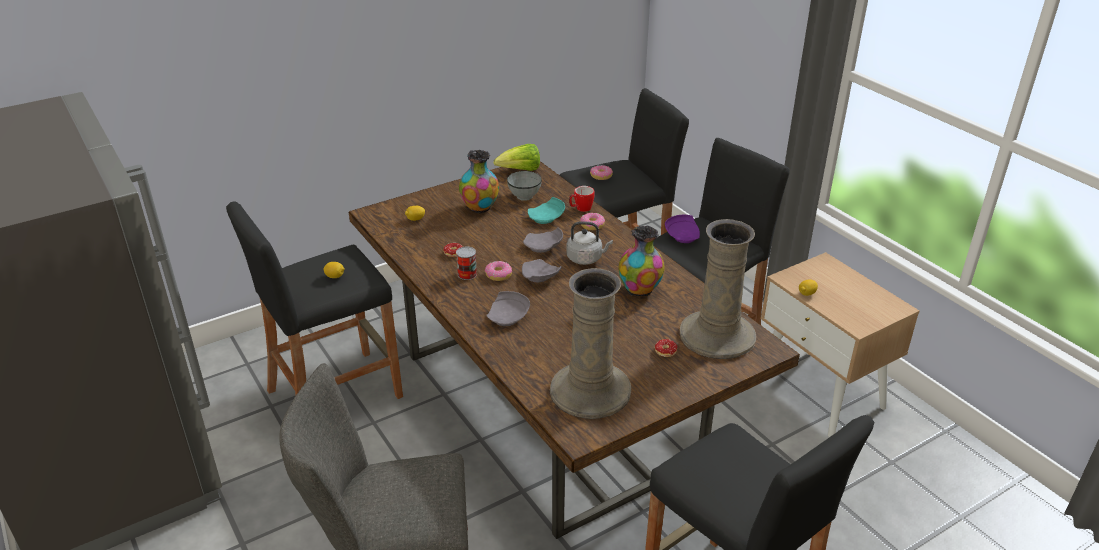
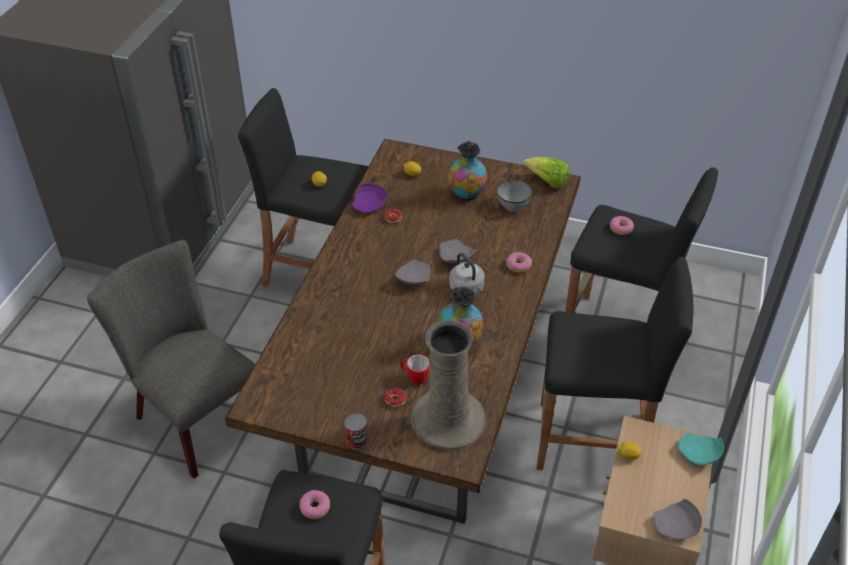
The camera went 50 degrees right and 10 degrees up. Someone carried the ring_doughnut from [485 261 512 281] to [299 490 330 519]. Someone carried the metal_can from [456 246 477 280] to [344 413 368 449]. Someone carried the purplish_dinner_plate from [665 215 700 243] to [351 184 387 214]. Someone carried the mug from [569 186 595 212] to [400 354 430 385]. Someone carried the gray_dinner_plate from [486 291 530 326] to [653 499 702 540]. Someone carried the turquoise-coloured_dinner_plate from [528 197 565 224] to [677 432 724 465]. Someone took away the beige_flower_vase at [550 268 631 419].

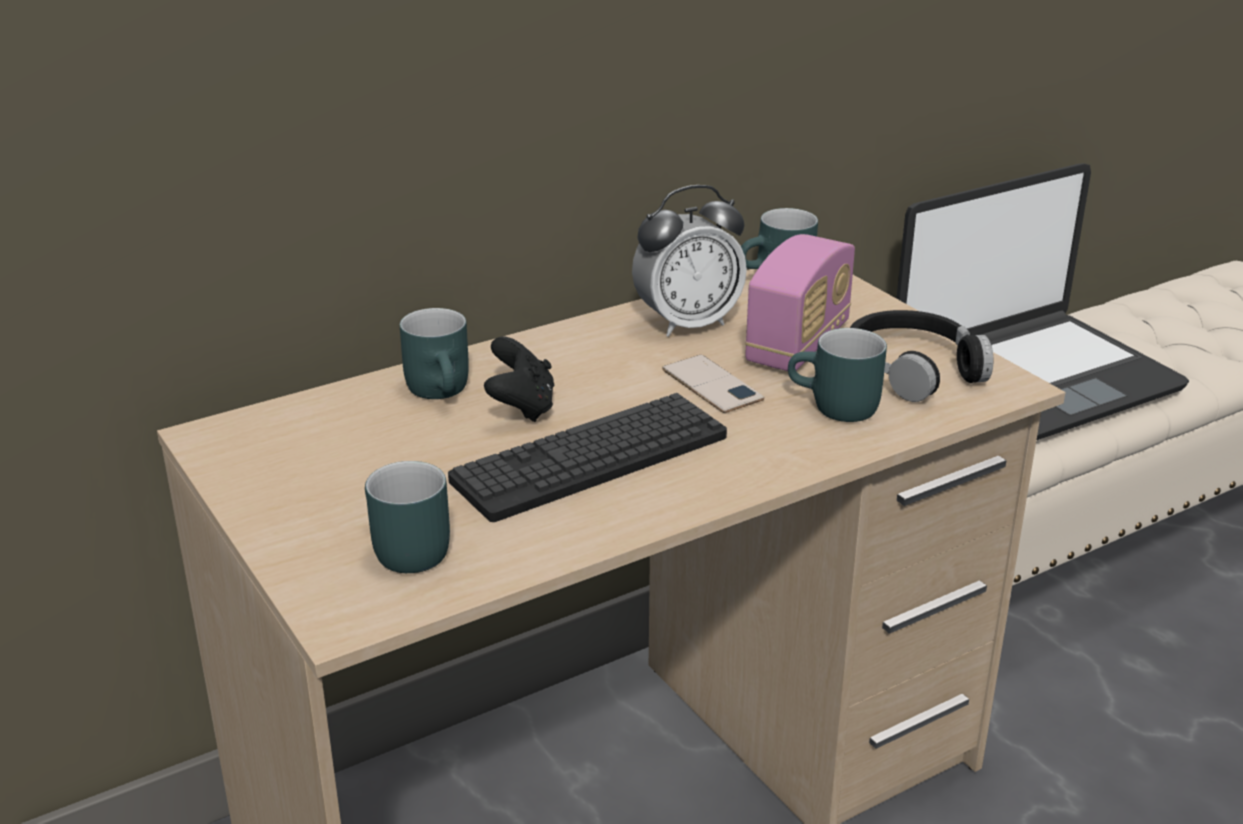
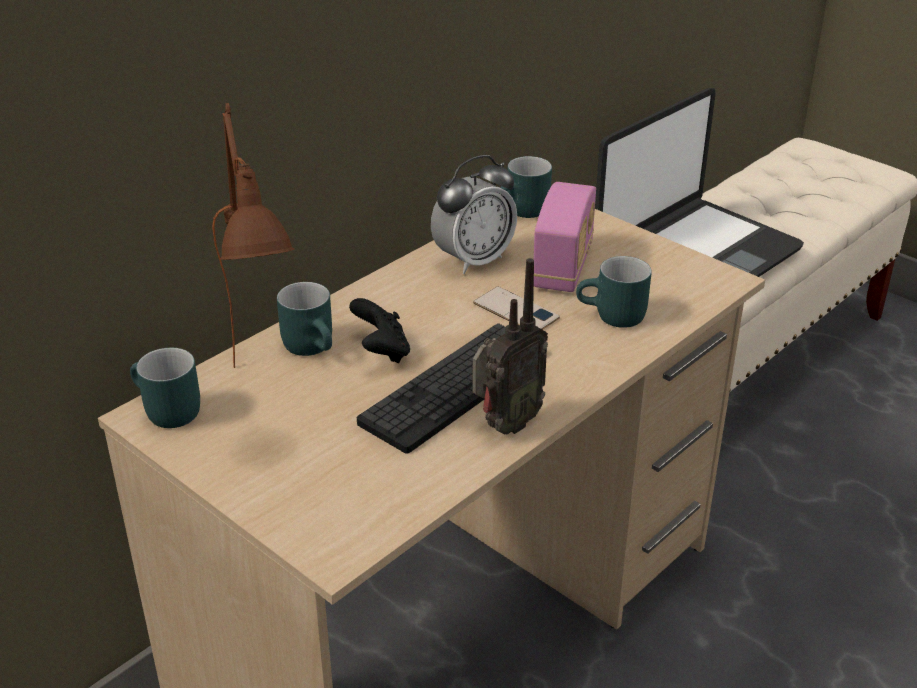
The camera went 15 degrees left and 5 degrees up. Someone carried the turquoise-coloured_mug from [365 461 450 573] to [130 347 200 428]. Someone put down the brown-coloured_tabletop_lamp at [212 103 295 368]. Someone put down the radio_set at [472 258 548 434]. Someone took away the black-coloured_pair_of_headphones at [850 310 993 402].

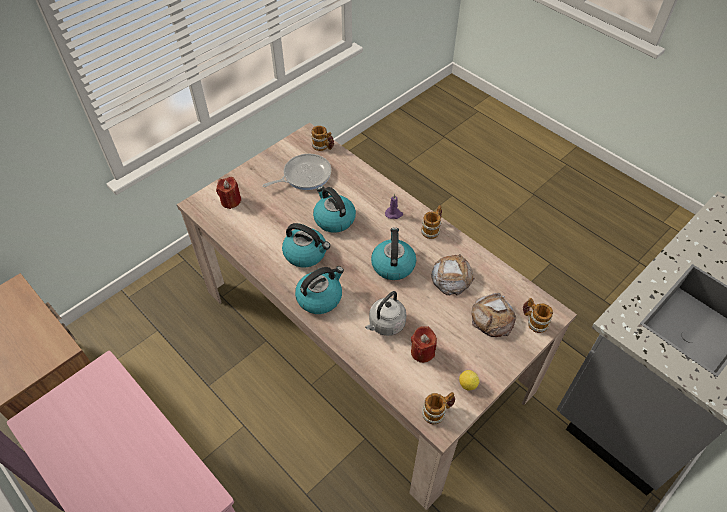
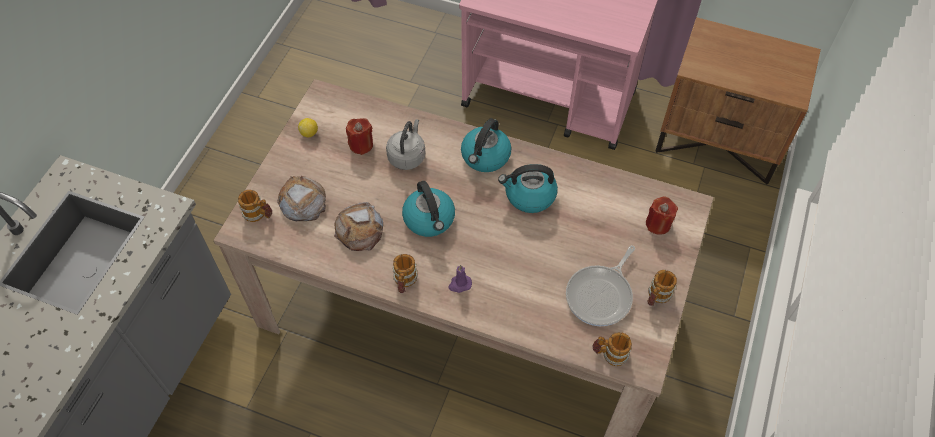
The camera went 155 degrees right and 5 degrees up. Someone carried the mug from [422 392 455 425] to [647 270 677 306]. Someone took away the kettle at [313 186 356 233].

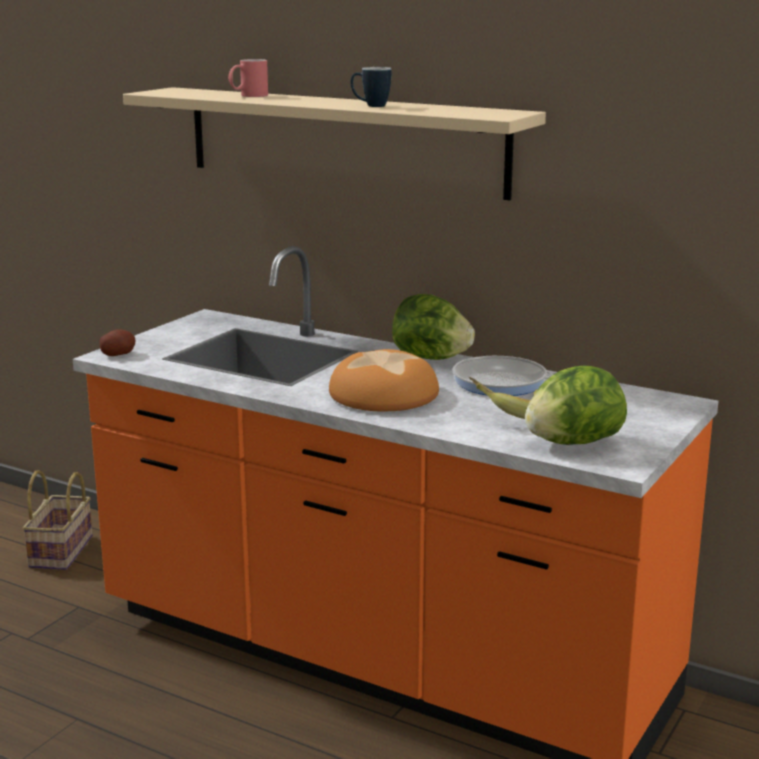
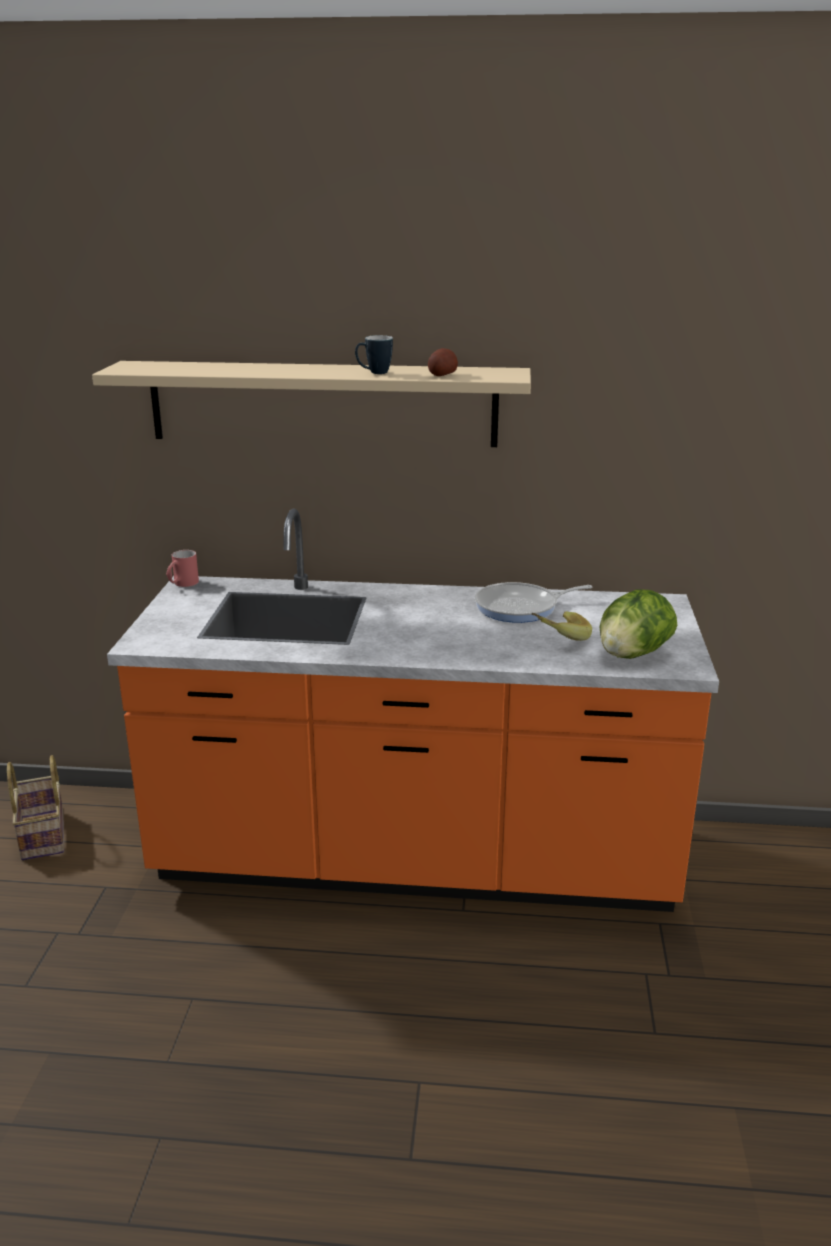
The camera went 25 degrees left and 5 degrees up. Someone carried the red-coloured_mug from [228 59 268 97] to [166 550 199 587]. Someone carried the potato from [100 329 136 356] to [428 348 458 376]. Someone took away the bakery_bread at [329 349 439 412]. Someone took away the lettuce at [392 294 475 360].

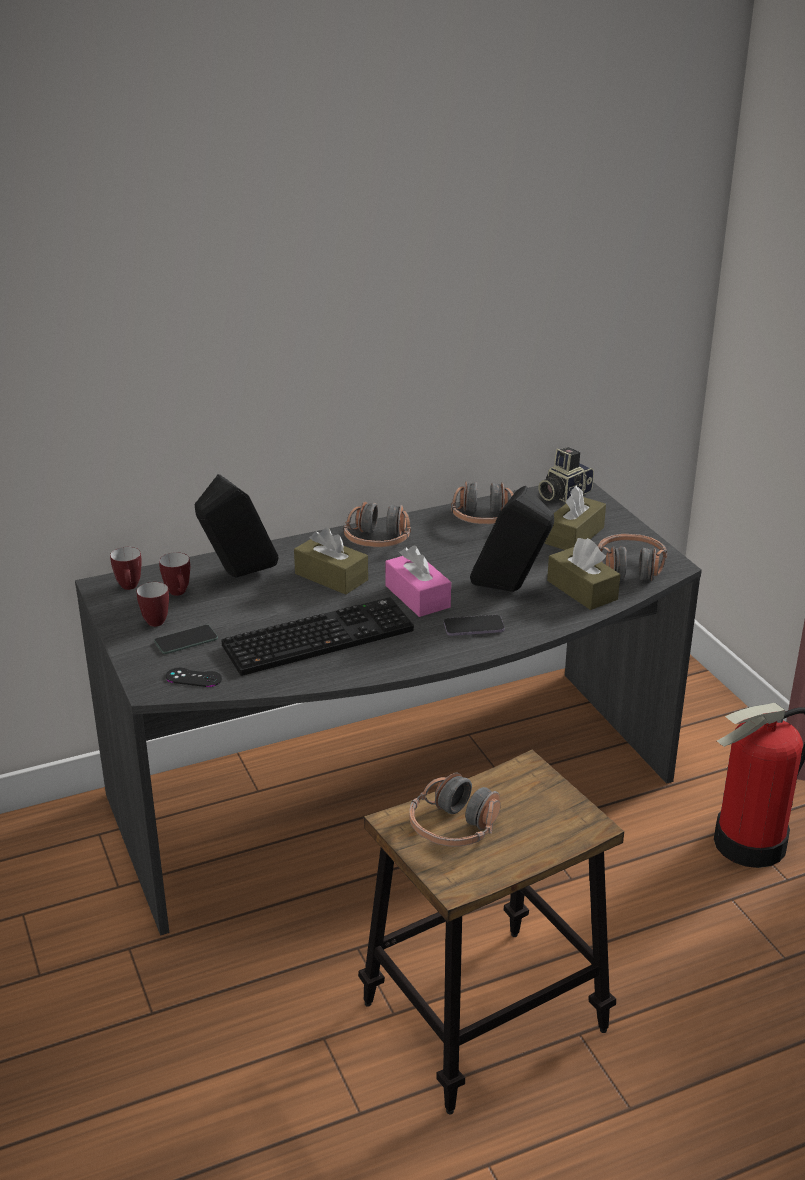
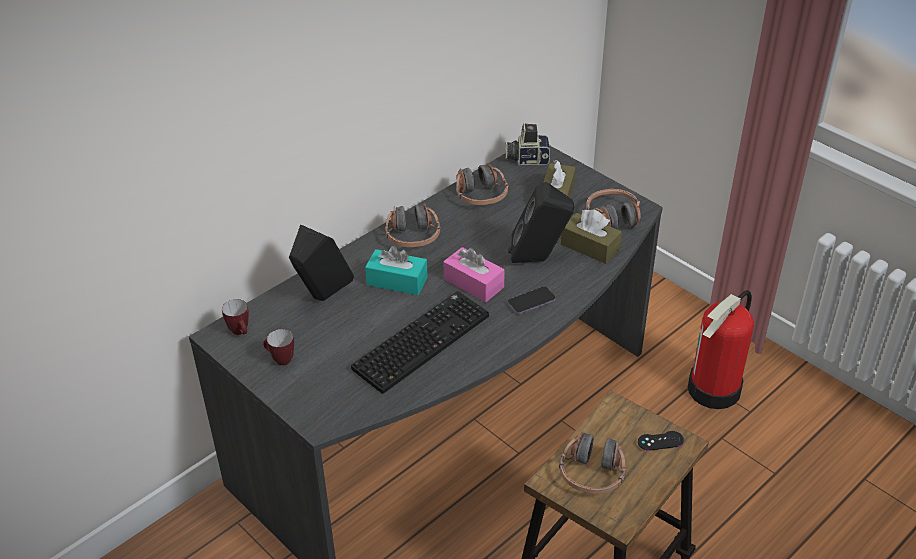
The camera went 20 degrees left and 10 degrees up. Someone repainted the brown-coloured_tissue_box at [294 527 368 595], which became the turquoise-coloured_tissue_box at [365 246 428 295]. Someone rotated the still_camera at [538 447 594 502] by 60 degrees clockwise. Someone carried the black-coloured_joypad from [166 668 222 687] to [638 431 684 451]. Someone took away the telephone at [154 625 218 654]. Someone took away the mug at [159 552 190 596].

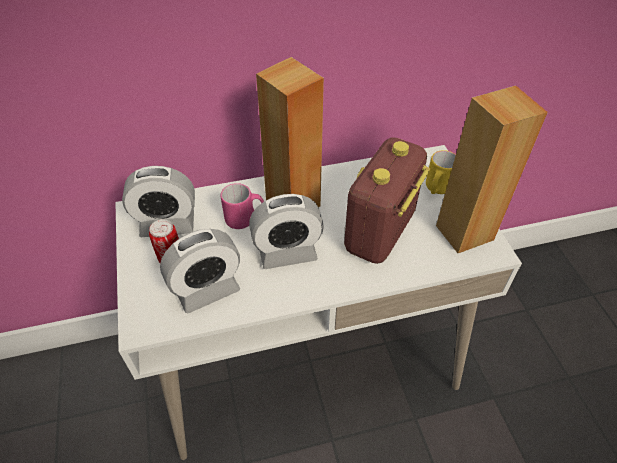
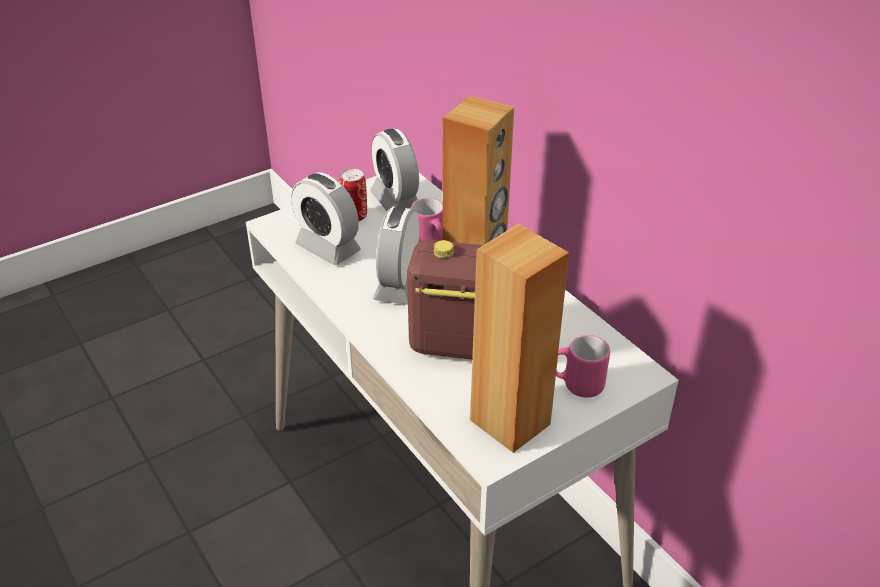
The camera went 70 degrees right and 10 degrees down. Someone rotated the alarm_clock at [249 194 324 269] by 45 degrees clockwise. Someone repainted the yellowish_mug at [426 150 456 194], which became the pink-coloured_mug at [556 335 610 398].

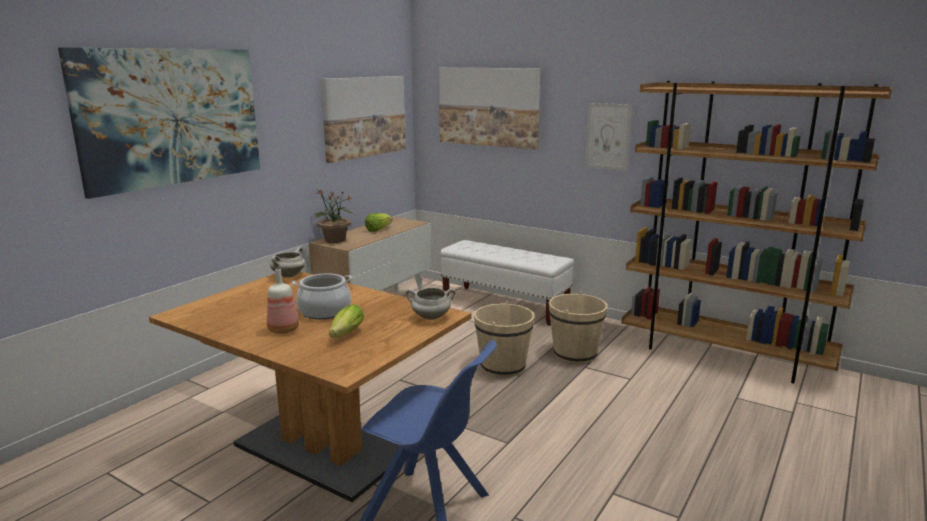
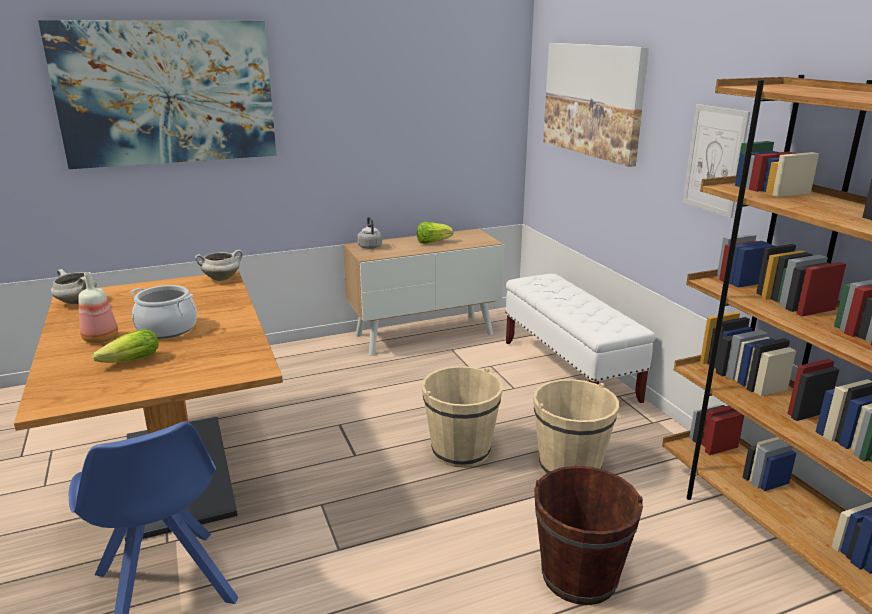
The camera went 35 degrees right and 5 degrees up. Someone carried the white-coloured_cooking_pot from [406 287 456 320] to [51 269 97 304]. Someone swapped the houseplant at [314 189 356 243] for the gray_kettle at [357 217 382 249]. Someone put down the brown-coloured_pail at [534 466 643 605]. Someone took away the picture at [321 76 406 163].

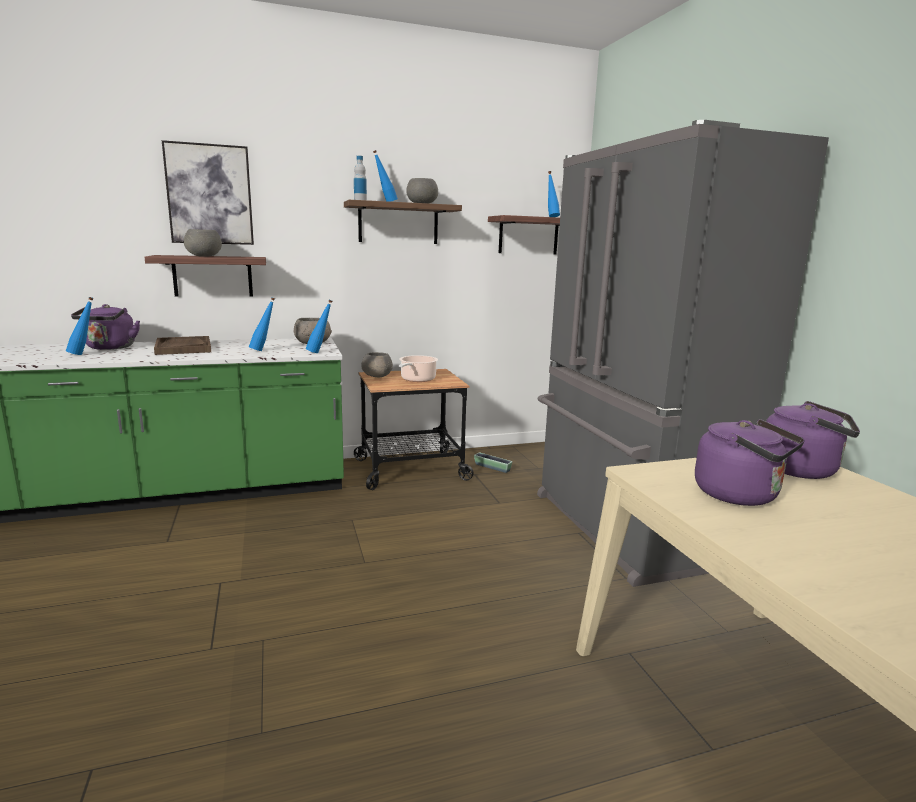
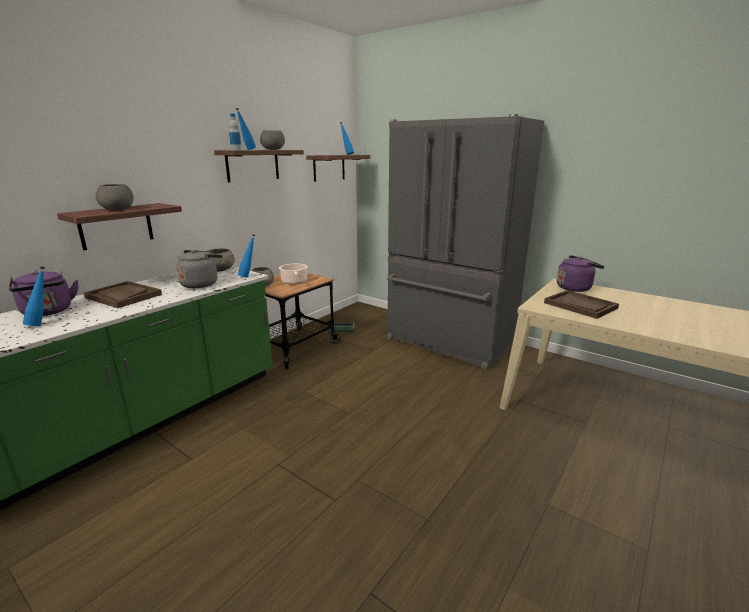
The camera went 35 degrees left and 5 degrees up. Someone swapped the blue-coloured_drink_bottle at [249 297 275 351] for the gray_kettle at [176 250 223 288]. Someone swapped the purplish_kettle at [695 419 805 506] for the brown-coloured_carrying_tray at [544 290 619 319]. Someone took away the picture at [162 140 254 245].

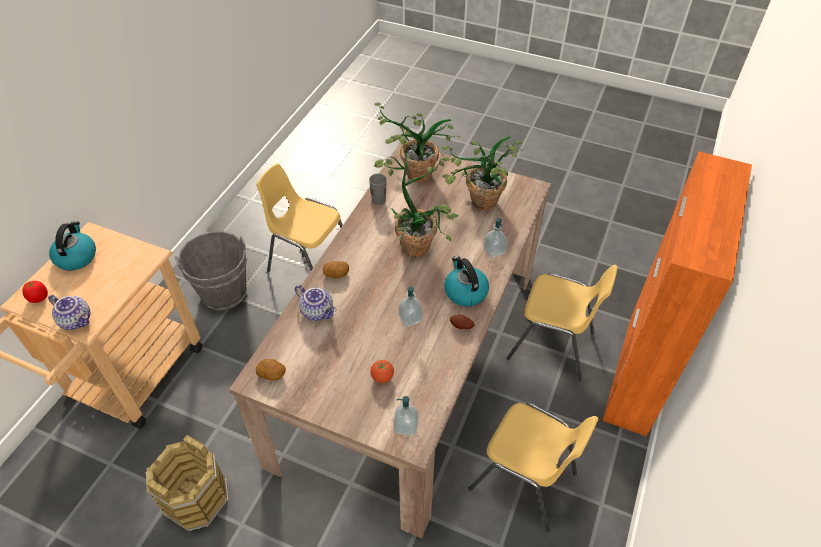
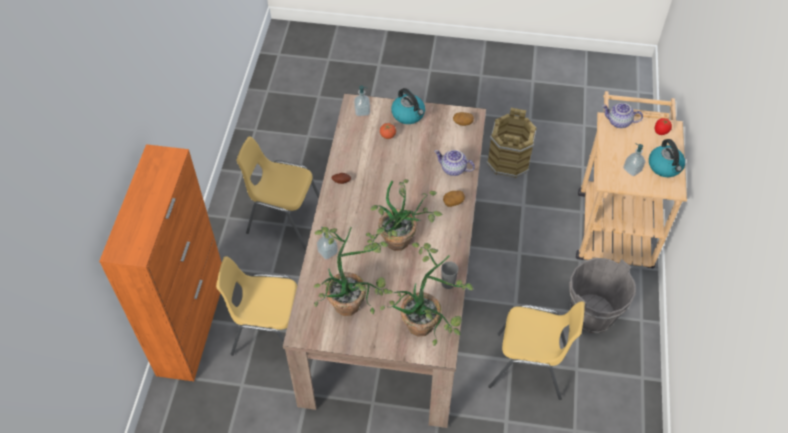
The camera went 165 degrees right and 5 degrees up. Someone carried the kettle from [444 256 489 306] to [391 88 425 124]. Someone carried the soap_dispenser from [399 286 423 327] to [623 143 646 176].

